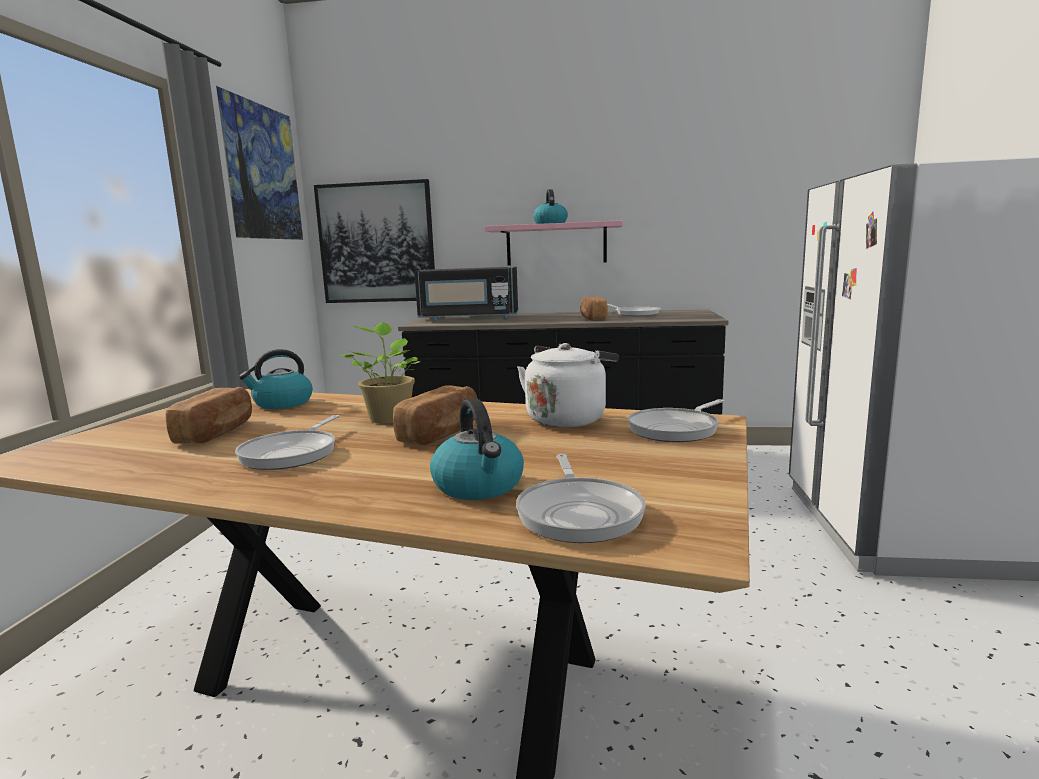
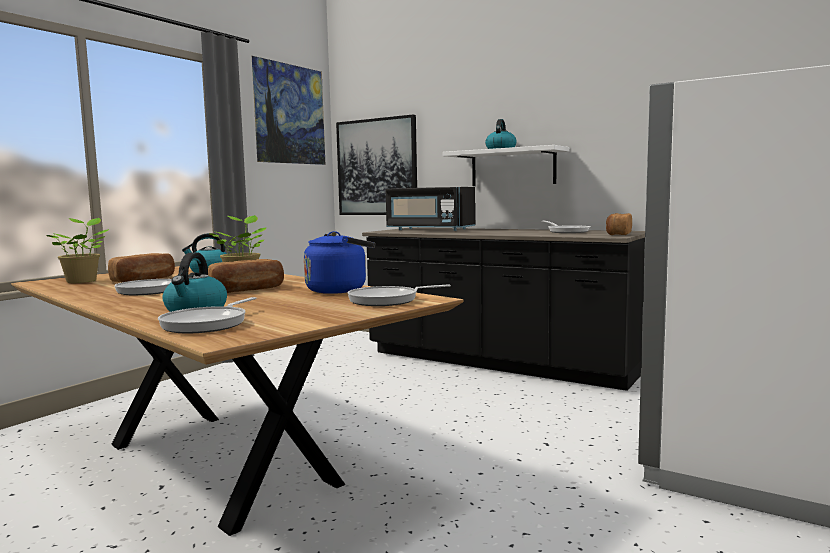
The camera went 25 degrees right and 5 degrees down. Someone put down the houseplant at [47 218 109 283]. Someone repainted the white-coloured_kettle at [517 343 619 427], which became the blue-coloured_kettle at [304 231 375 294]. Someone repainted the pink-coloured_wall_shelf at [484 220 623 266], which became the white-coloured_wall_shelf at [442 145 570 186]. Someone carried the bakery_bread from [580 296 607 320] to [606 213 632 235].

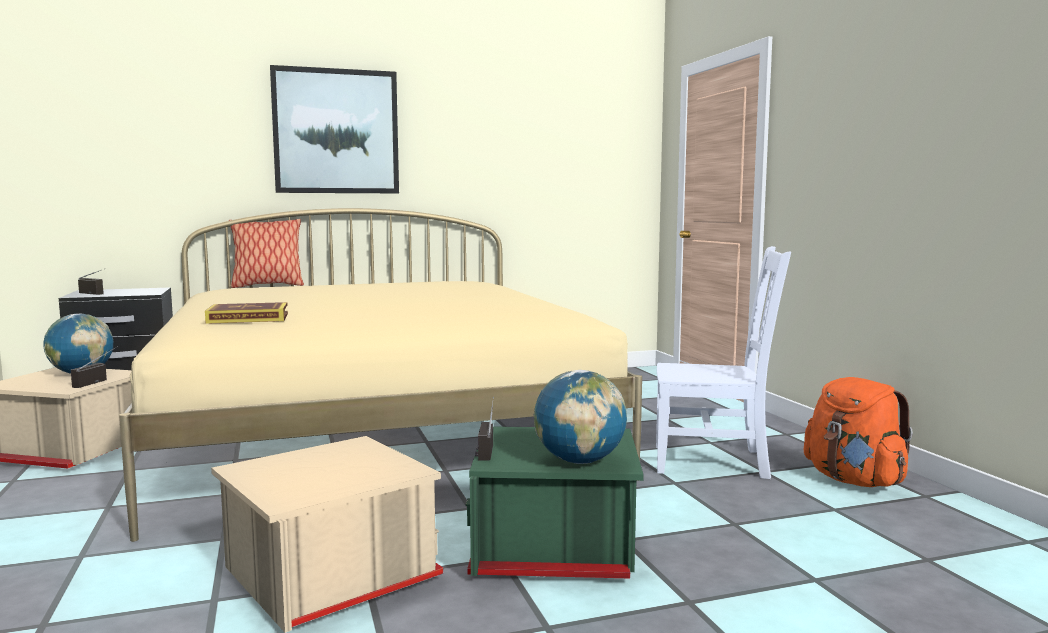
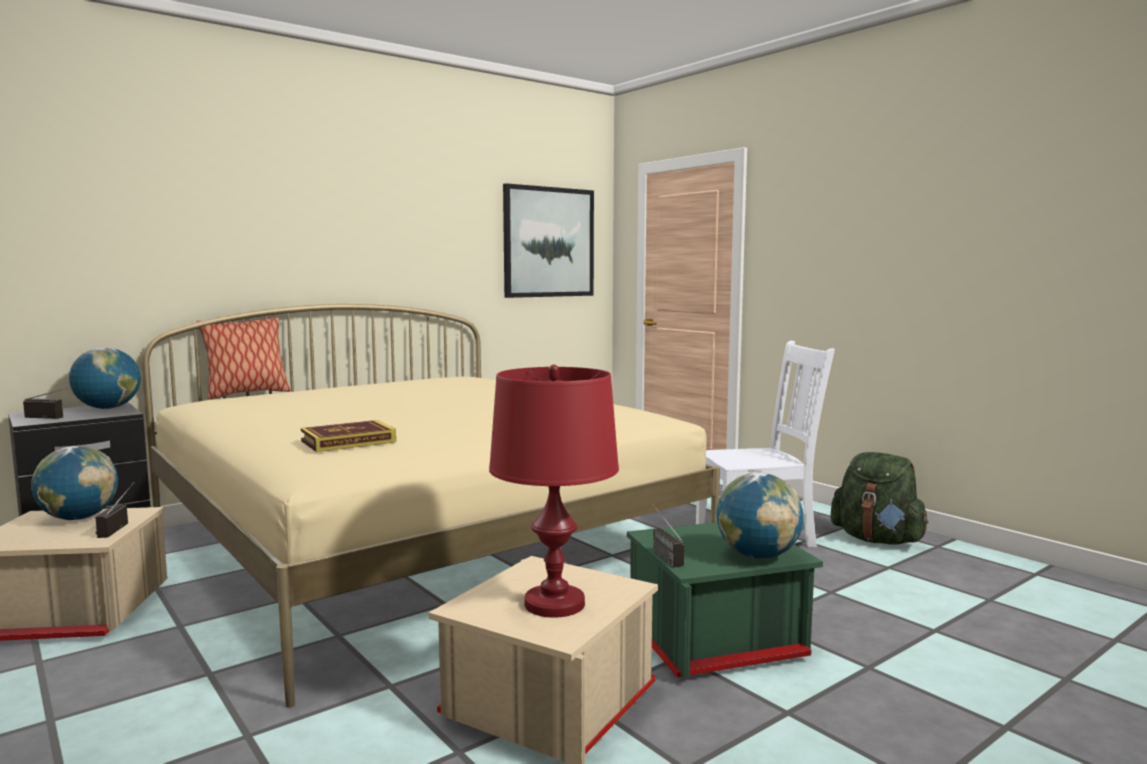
The camera went 20 degrees left and 0 degrees up. Someone put down the world_globe at [69 347 141 409]. Someone put down the red-coloured_tabletop_lamp at [489 365 619 618]. Someone carried the picture from [270 65 399 193] to [503 183 594 298]. Someone repainted the orange_backpack at [804 377 913 487], which became the greenish_backpack at [830 452 929 544].

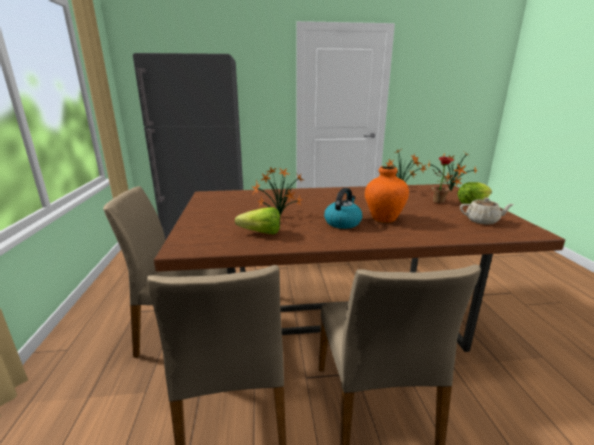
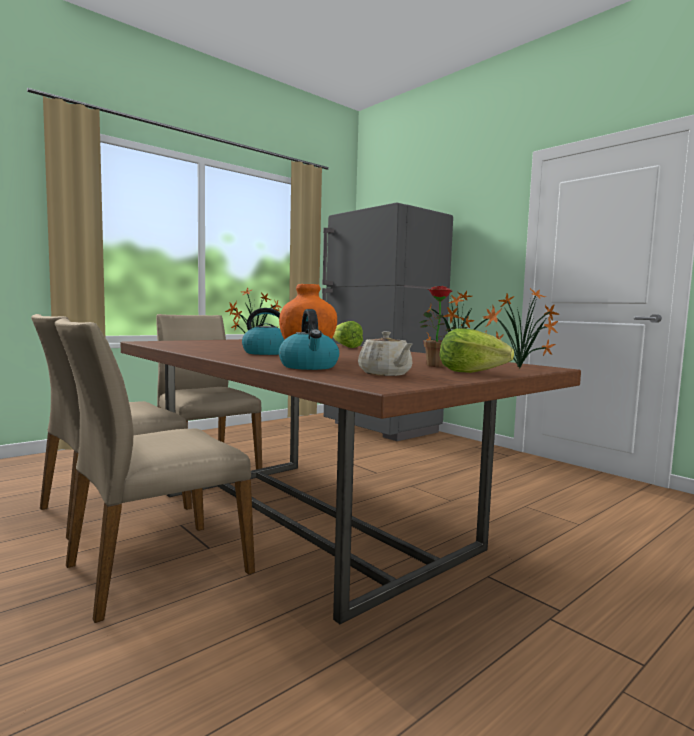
The camera went 55 degrees right and 15 degrees down. Someone put down the kettle at [279 309 339 370]. Someone carried the lettuce from [235 207 280 235] to [333 321 363 348].

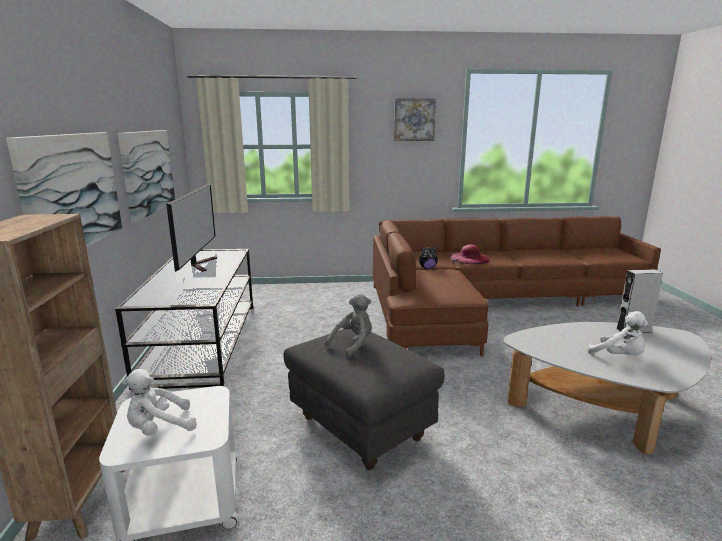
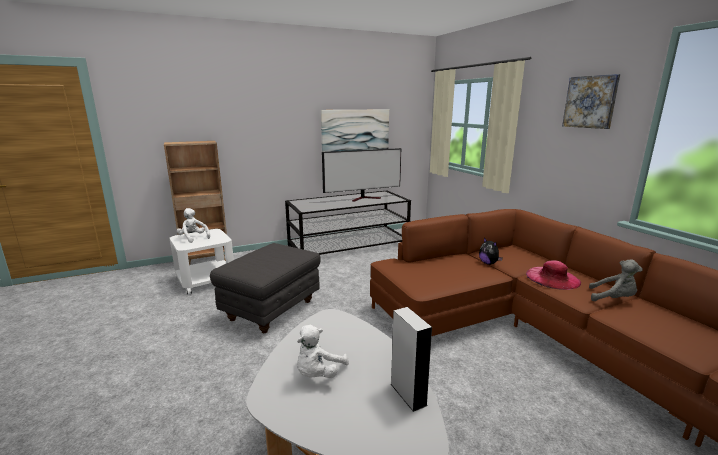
The camera went 70 degrees right and 0 degrees up. Someone carried the gray_cuddly_toy from [325 294 372 358] to [589 260 643 301]. Someone took away the picture at [6 132 122 247].

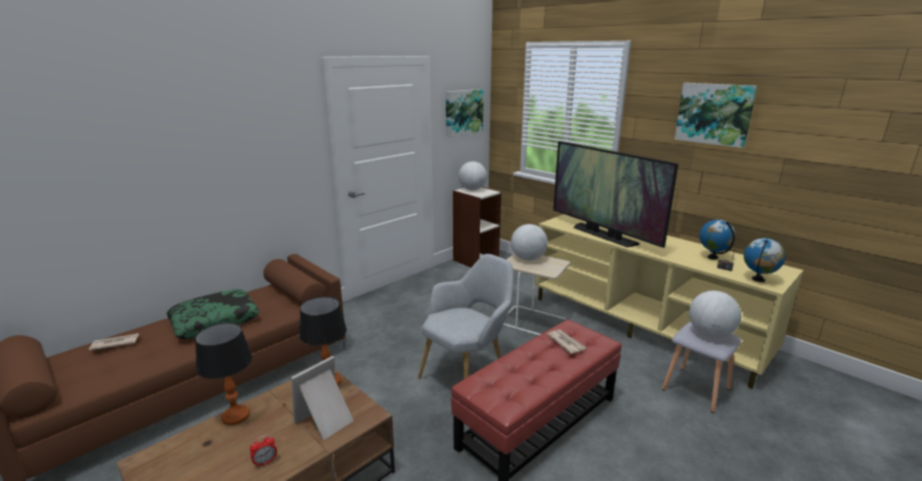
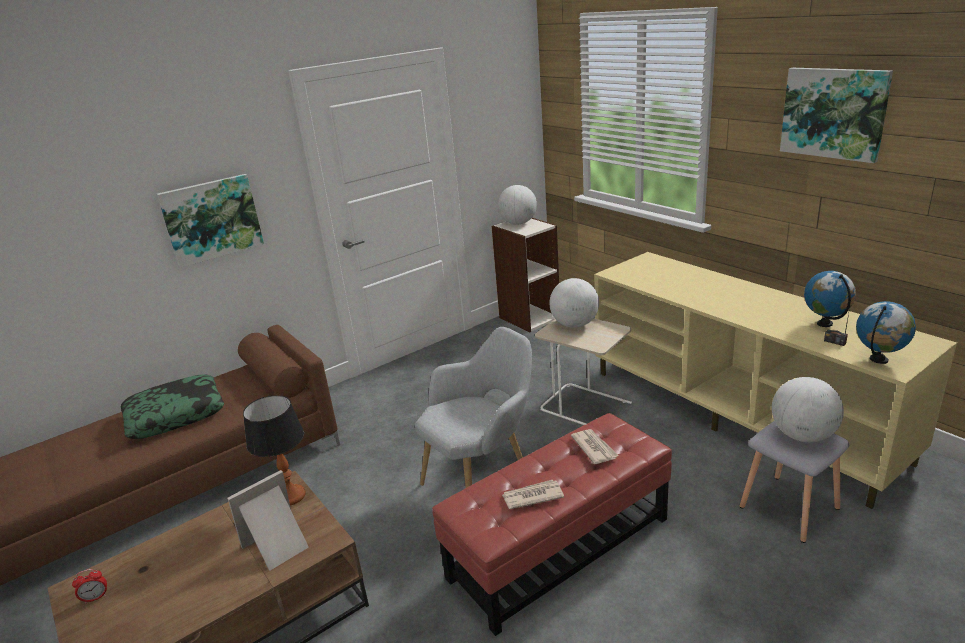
The camera went 10 degrees right and 5 degrees up. Someone carried the alarm_clock from [250 435 277 467] to [72 569 107 604]. Someone carried the picture from [446 89 484 137] to [157 174 264 268]. Someone carried the daily_paper from [89 333 139 351] to [502 480 564 509]. Someone took away the tabletop_lamp at [195 323 253 425]. Someone took away the TV at [553 141 678 248].

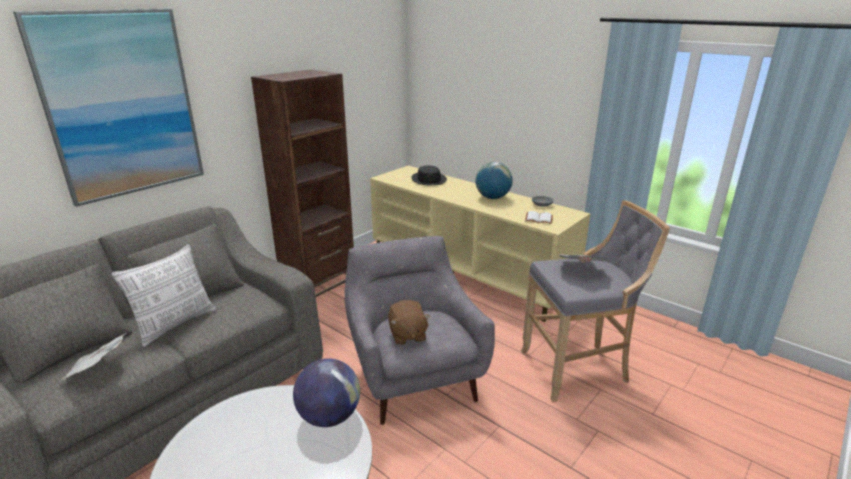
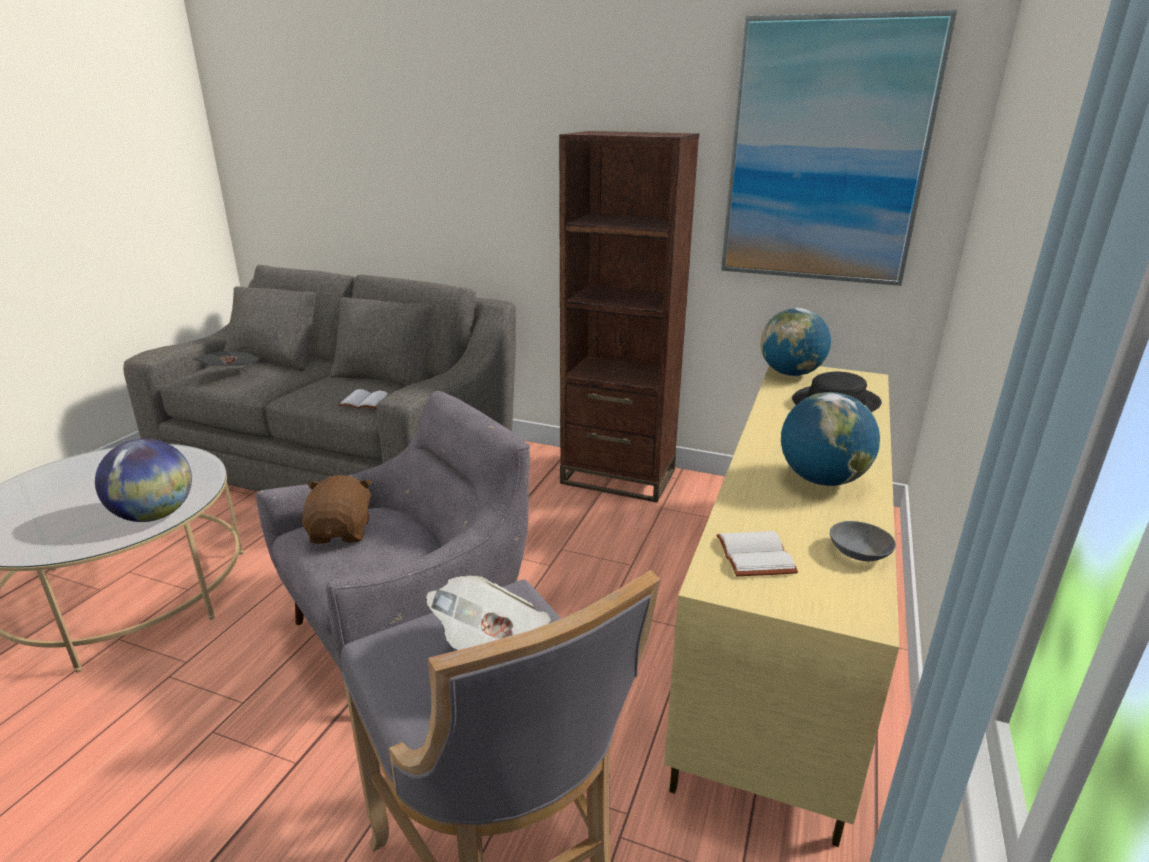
The camera went 70 degrees right and 0 degrees up. Someone rotated the brown-coloured_cuddly_toy at [388 300 430 345] by 120 degrees clockwise. Someone put down the white-coloured_volume at [338 389 389 409]. Someone carried the picture from [13 9 204 207] to [721 10 957 286]. Someone put down the world_globe at [761 308 831 376]. Someone took away the throw_pillow at [112 245 216 347].

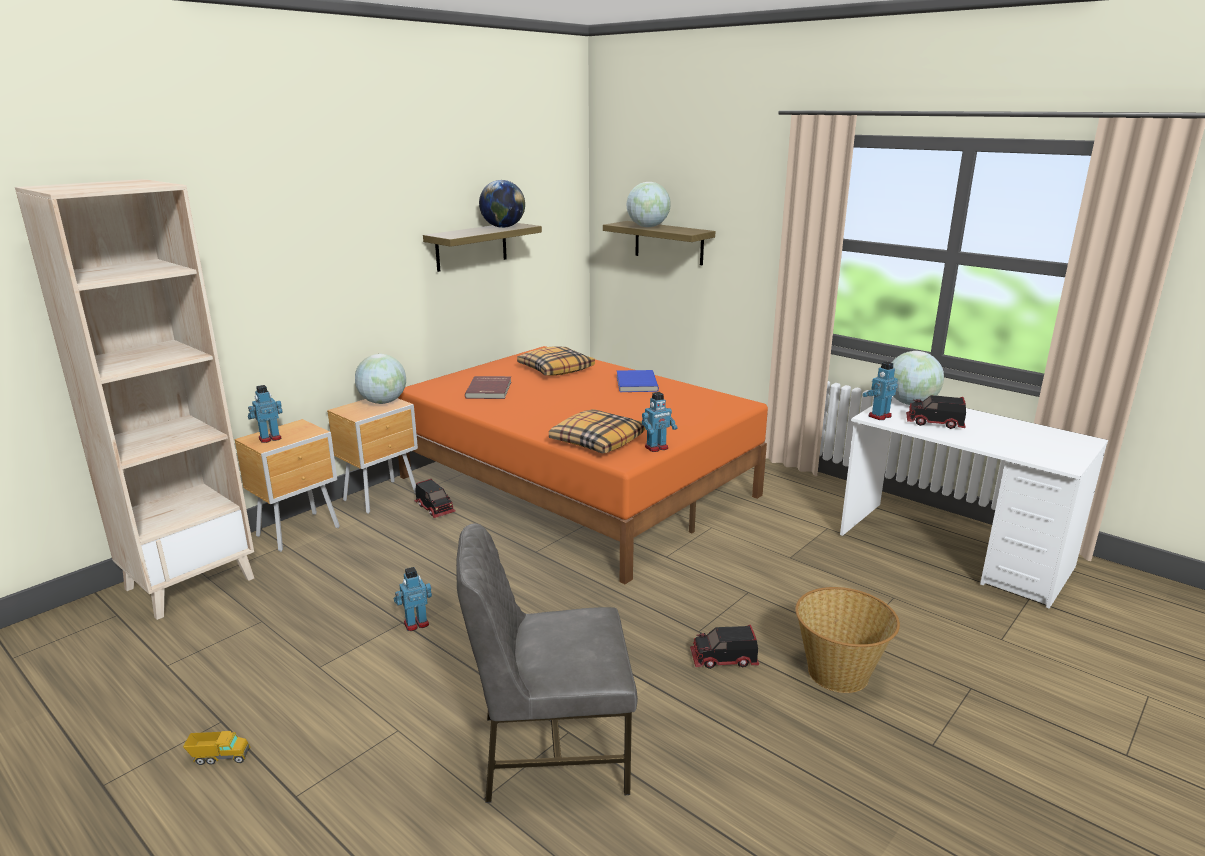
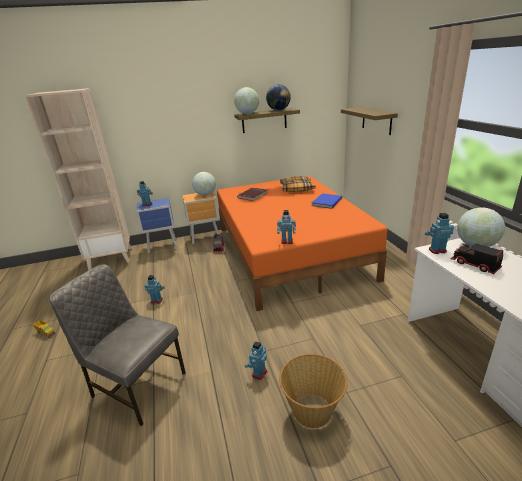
The camera went 35 degrees right and 5 degrees up. Someone repainted the brown-coloured_night_table at [234 419 340 552], which became the blue-coloured_night_table at [136 198 177 253]. Someone carried the world_globe from [626 182 671 227] to [234 87 259 114]. Someone swapped the toy_lorry at [690 625 759 669] for the toy_robot at [245 341 267 380]. Someone took away the throw_pillow at [549 409 645 454].

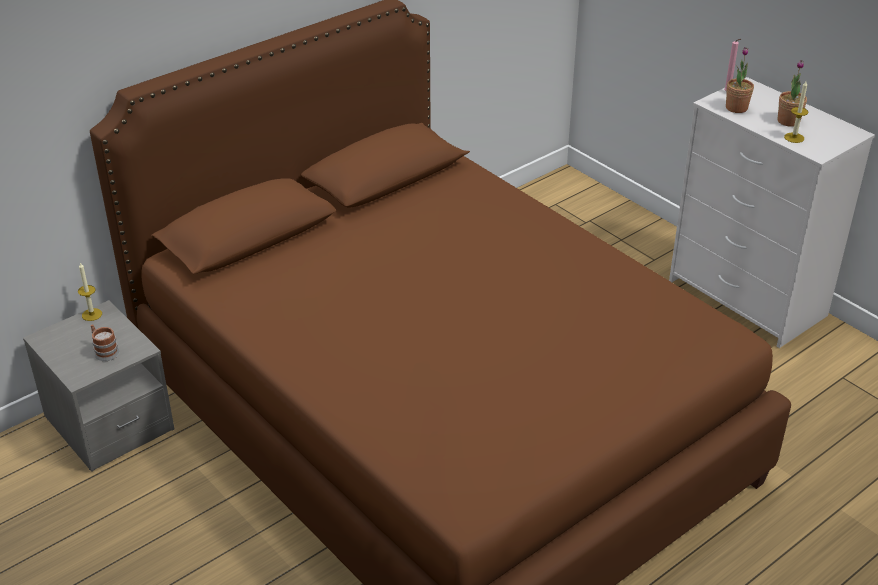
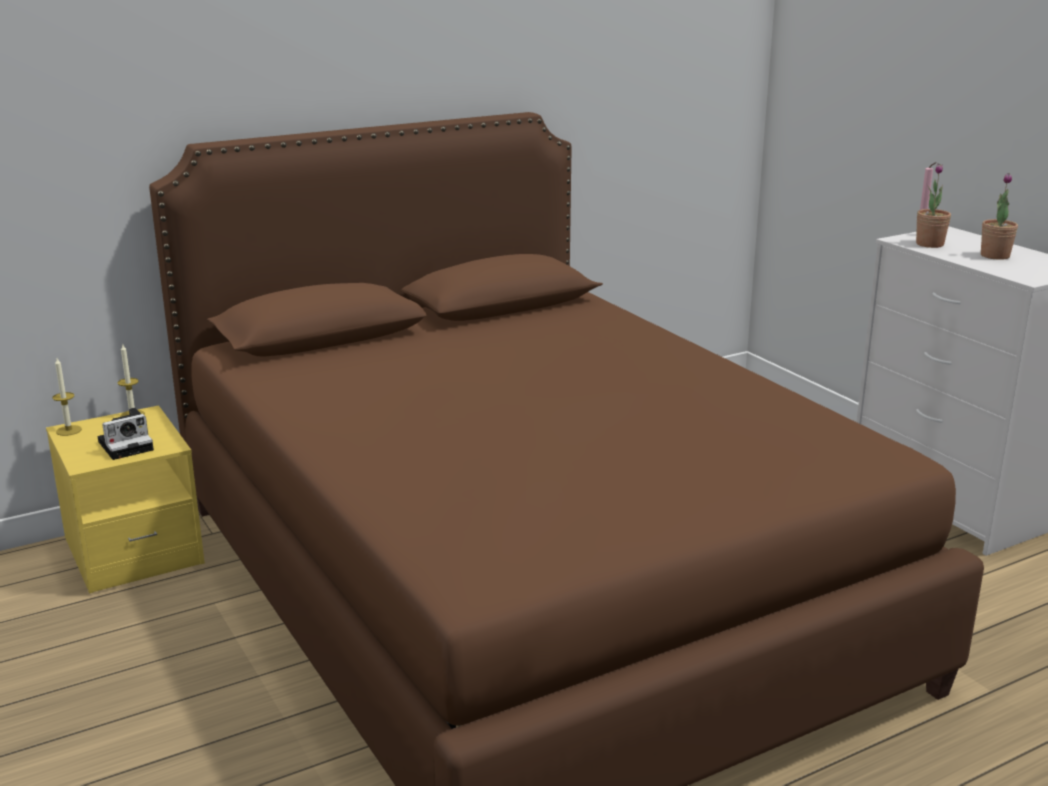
The camera went 10 degrees right and 15 degrees down. Someone repainted the gray_night_table at [23 300 174 472], which became the yellowish_night_table at [46 405 205 594]. Someone carried the candle from [784 81 808 143] to [52 358 82 436]. Someone swapped the mug at [91 324 120 361] for the still_camera at [98 408 154 460].

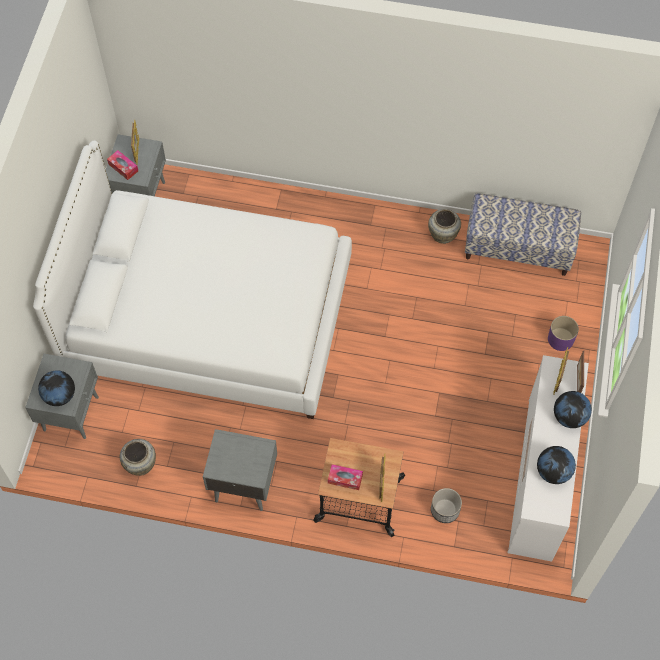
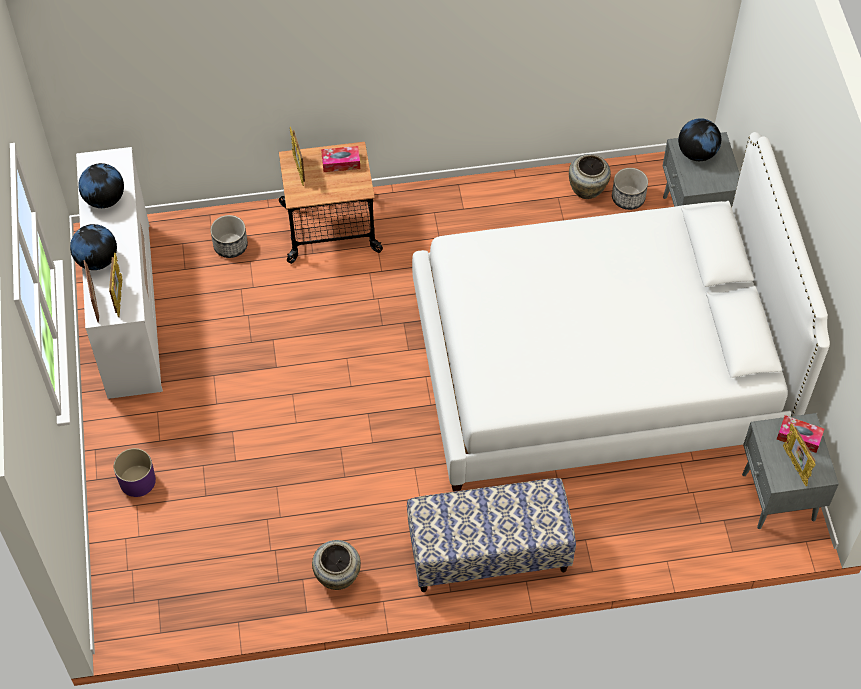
The camera went 160 degrees right and 5 degrees down. Someone carried the bench from [465 193 581 276] to [407 478 576 592]. Someone put down the plant_pot at [612 168 648 210]. Someone took away the gray_night_table at [203 429 277 511].

